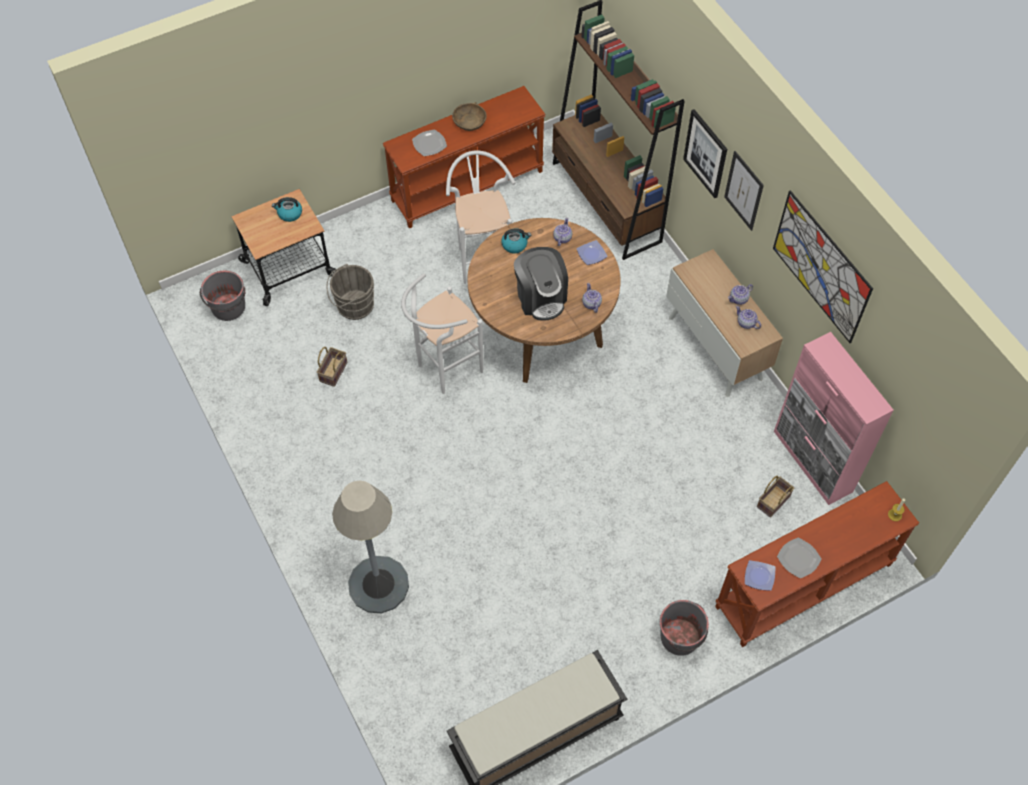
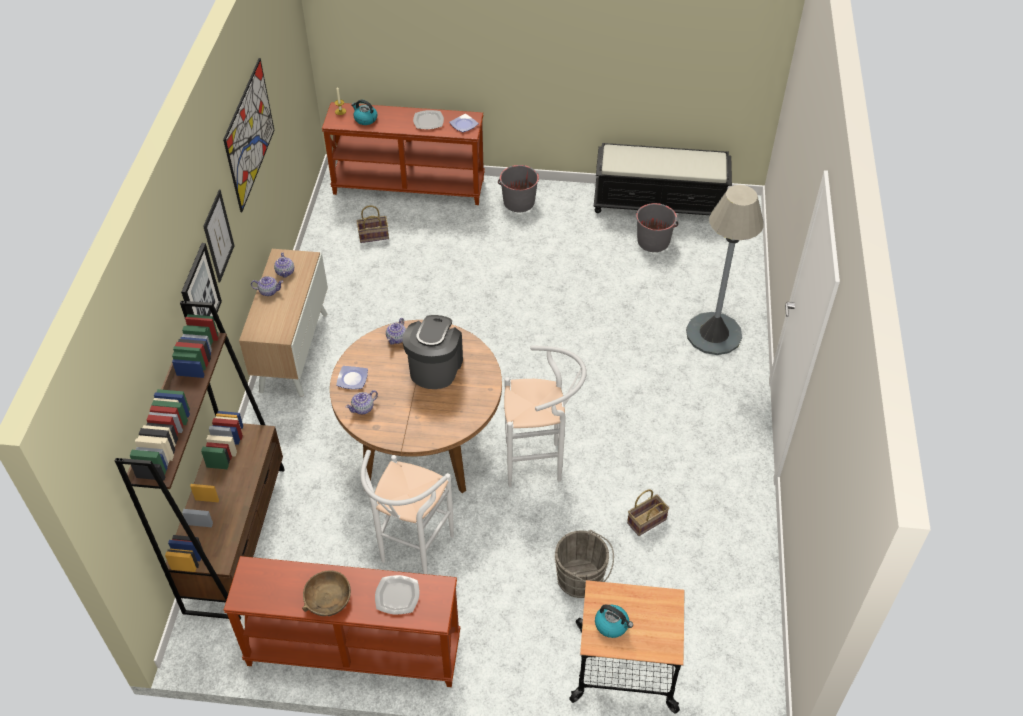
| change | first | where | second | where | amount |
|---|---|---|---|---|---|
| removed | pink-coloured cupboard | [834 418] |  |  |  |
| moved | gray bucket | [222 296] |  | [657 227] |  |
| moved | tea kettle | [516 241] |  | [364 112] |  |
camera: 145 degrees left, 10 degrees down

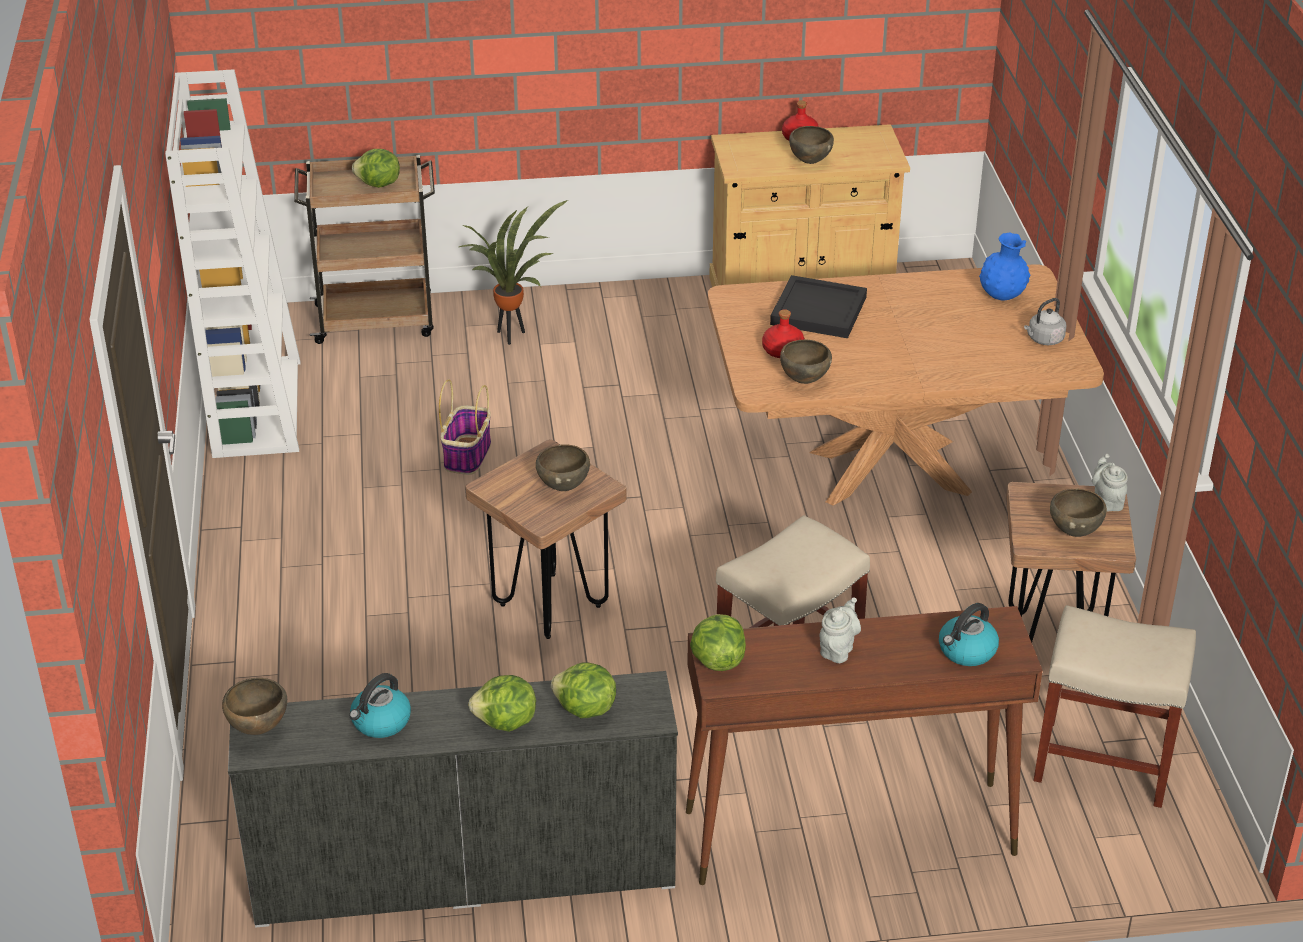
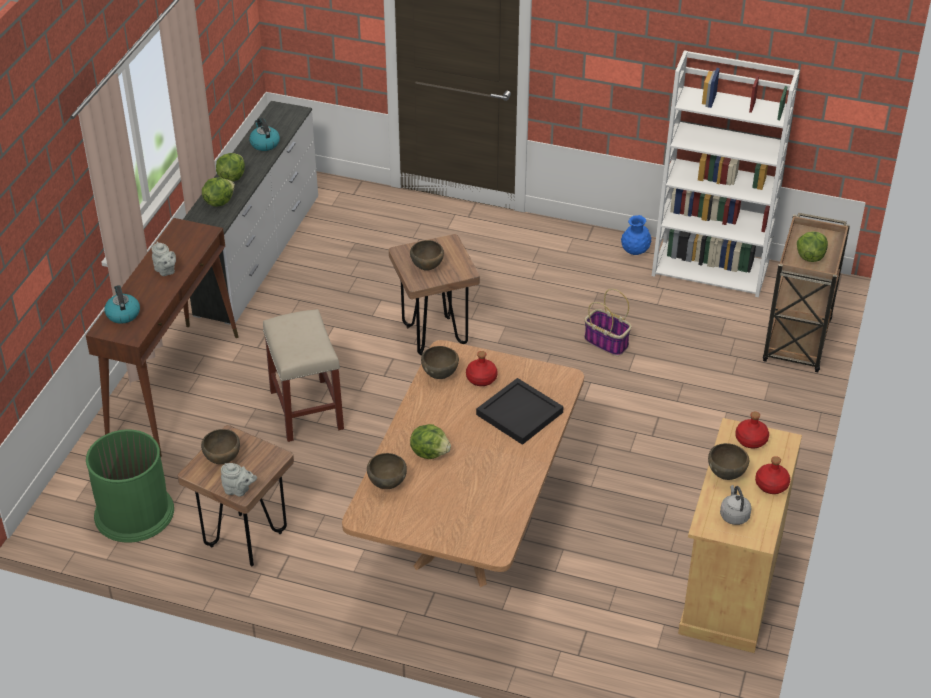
| change | first | where | second | where | amount |
|---|---|---|---|---|---|
| removed | plant in a pot | [513 272] |  |  |  |
| added |  |  | reddish bottle | [752 430] |  |
| moved | brownish deep dish | [254 706] |  | [387 471] |  |
| moved | head of lettuce | [718 642] |  | [430 441] |  |
| moved | blue decorative vase | [1004 266] |  | [636 235] |  |
| moved | gray tea kettle | [1045 321] |  | [736 505] |  |
| replaced | beige-coloured stool seat | [1114 706] | greenish waste bin | [130 486] |  |
camera: 115 degrees right, 5 degrees up

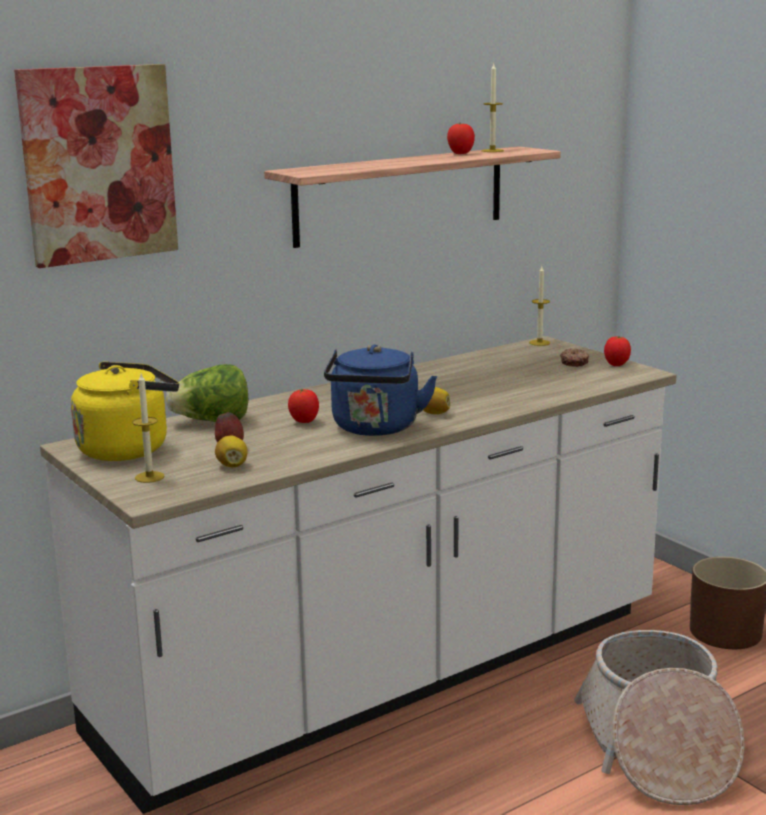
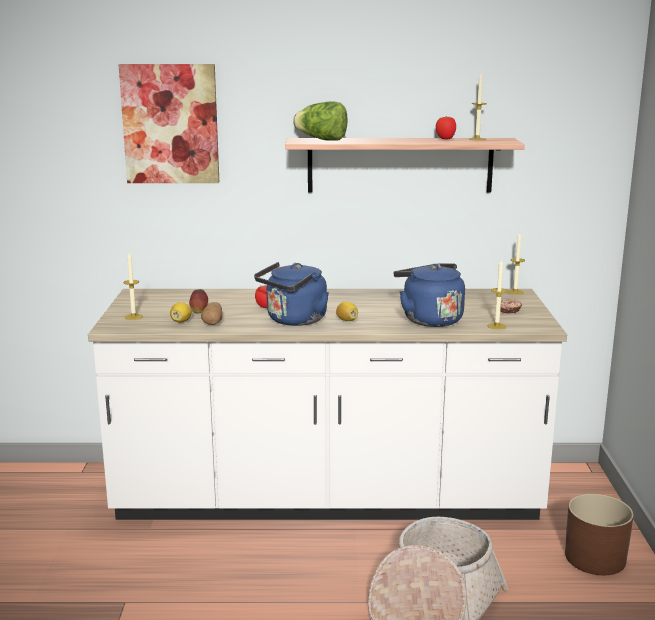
| change | first | where | second | where | amount |
|---|---|---|---|---|---|
| removed | yellow tea kettle | [125 411] |  |  |  |
| removed | fresh tomato | [617 351] |  |  |  |
| added |  |  | whole potato | [211 313] |  |
| added |  |  | blue tea kettle | [429 295] |  |
| added |  |  | wax light | [497 294] |  |
| moved | head of lettuce | [207 393] |  | [320 121] |  |
camera: 35 degrees right, 0 degrees up

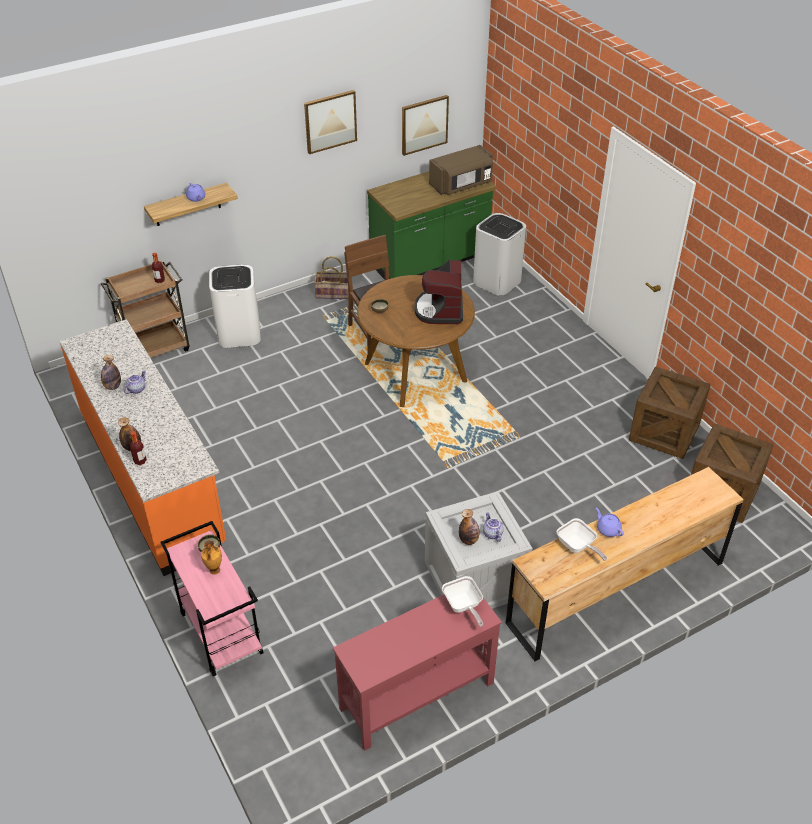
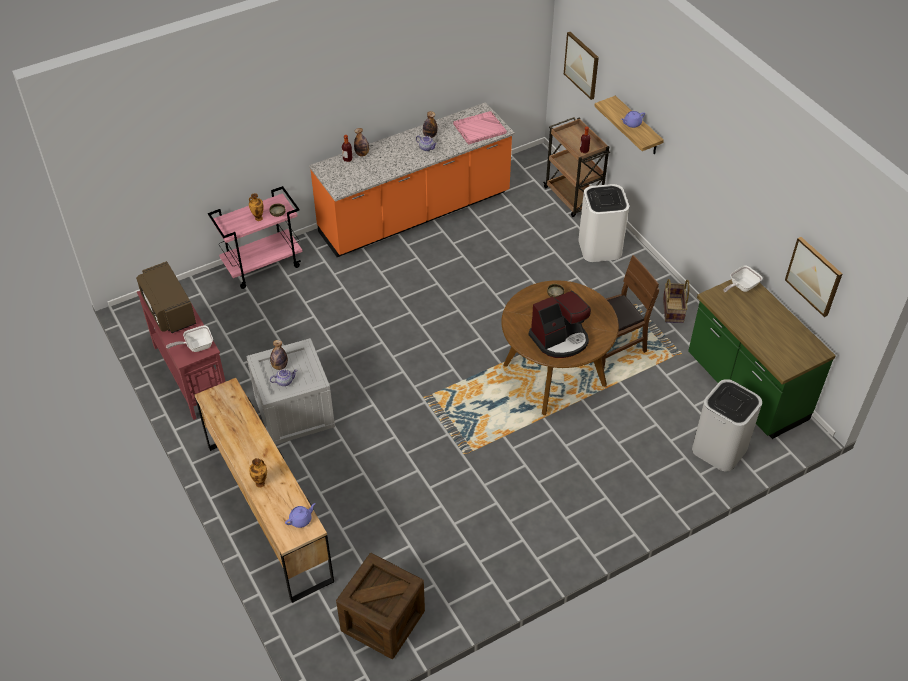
| change | first | where | second | where | amount |
|---|---|---|---|---|---|
| removed | shipping crate | [669 413] |  |  |  |
| added |  |  | decorative vase | [258 473] |  |
| added |  |  | pink-coloured tray | [480 128] |  |
| moved | wall art | [330 122] |  | [581 66] |  |
| moved | brownish microwave oven | [461 170] |  | [166 297] |  |
| moved | frying pan | [581 539] |  | [743 279] |  |
| moved | purplish pot for tea | [610 522] |  | [300 515] |  |
| turned | coffee maker | [438 291] |  | [560 324] | 150 degrees clockwise |
camera: 90 degrees right, 5 degrees up

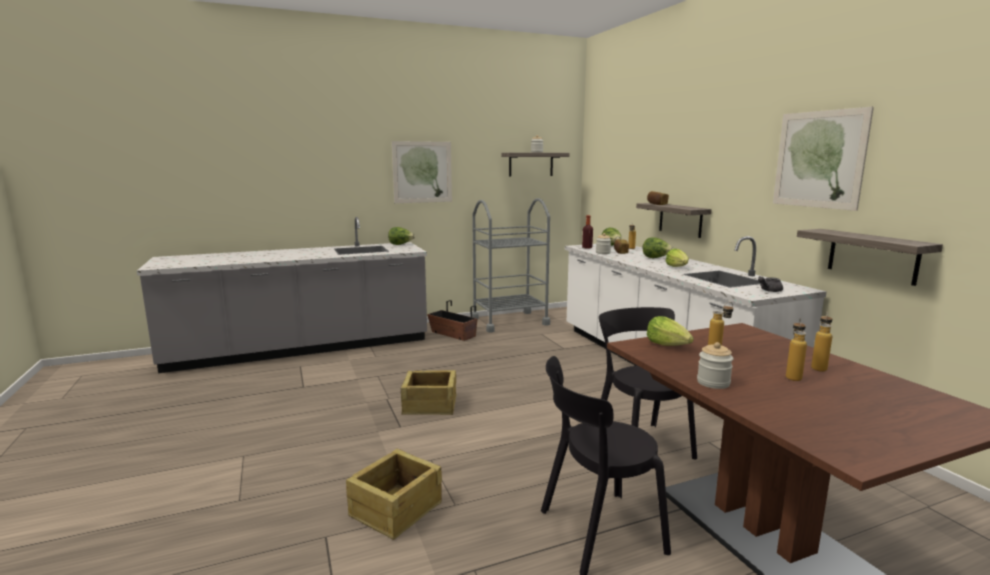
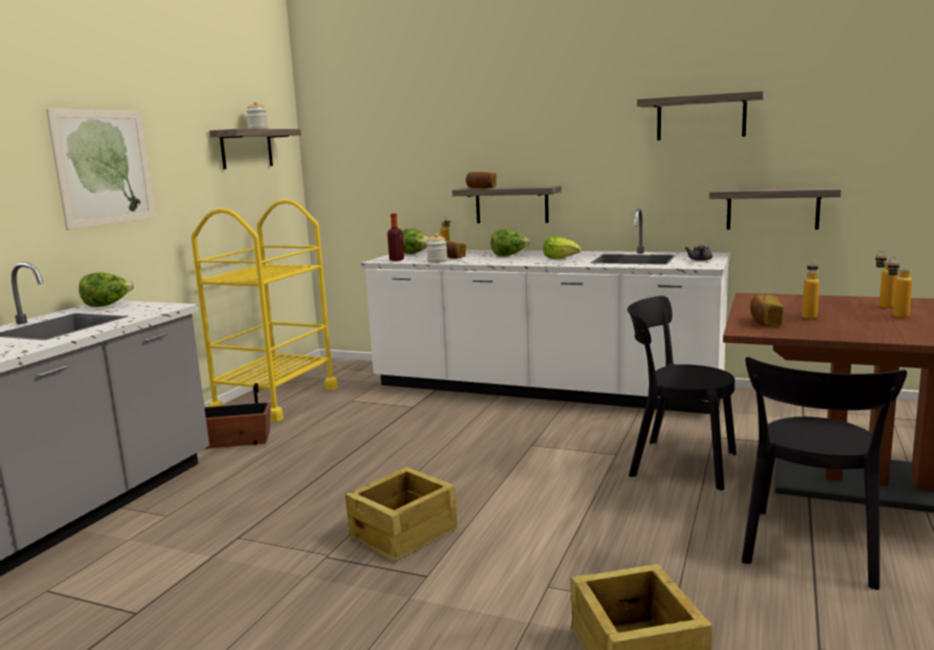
| change | first | where | second | where | amount |
|---|---|---|---|---|---|
| removed | preserve jar | [715 365] |  |  |  |
| replaced | head of lettuce | [670 331] | bakery bread | [767 310] |  |
| replaced | wall art | [823 159] | wall shelf | [700 115] |  |
| recoloured | gray wheeled cart | [511 265] | yellow wheeled cart | [264 310] |  |
camera: 45 degrees left, 0 degrees up

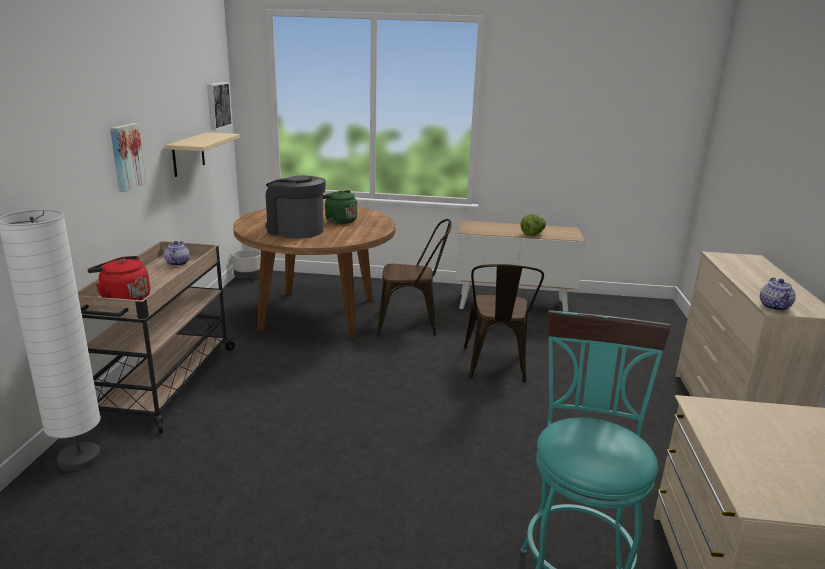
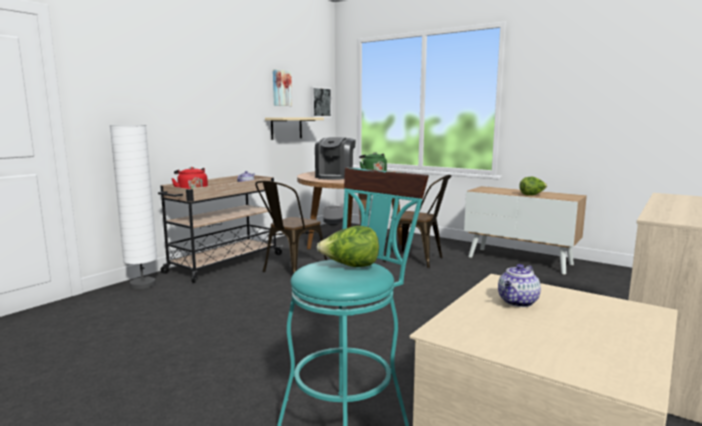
| change | first | where | second | where | amount |
|---|---|---|---|---|---|
| added |  |  | head of lettuce | [347 246] |  |
| moved | wall art | [128 157] |  | [282 87] |  |
| moved | brownish plain chair | [504 323] |  | [291 227] |  |
| moved | pot for tea | [778 294] |  | [519 285] |  |
| turned | coffee maker | [295 207] |  | [335 158] | 135 degrees counterclockwise |
camera: 30 degrees right, 10 degrees down

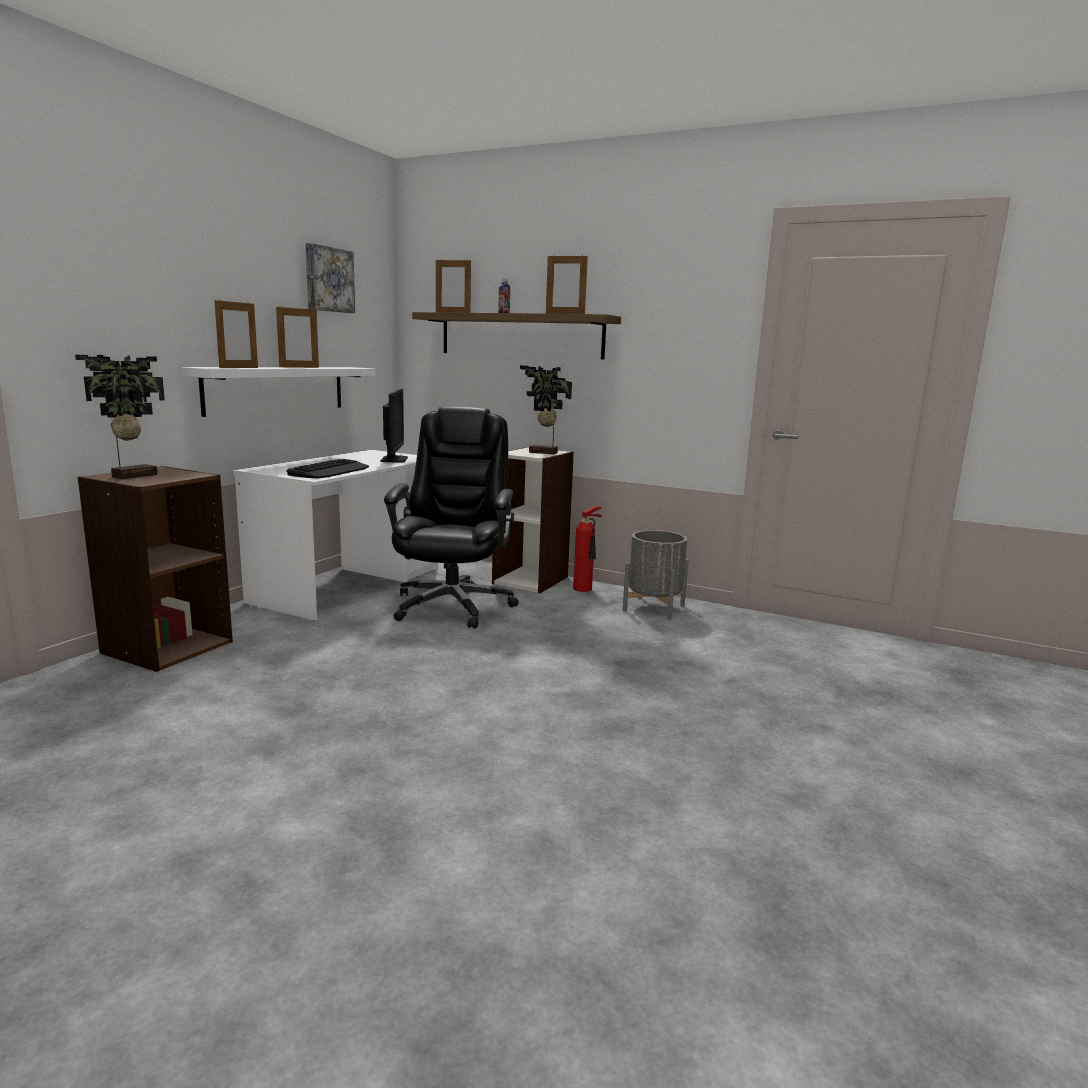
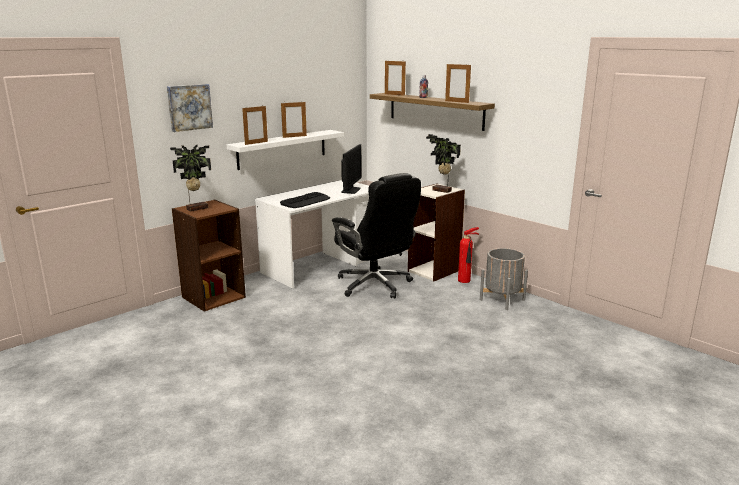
| change | first | where | second | where | amount |
|---|---|---|---|---|---|
| moved | wall art | [330 278] |  | [190 108] |  |
| turned | black-coloured computer chair | [451 517] |  | [376 236] | 120 degrees clockwise |
camera: 20 degrees right, 5 degrees up

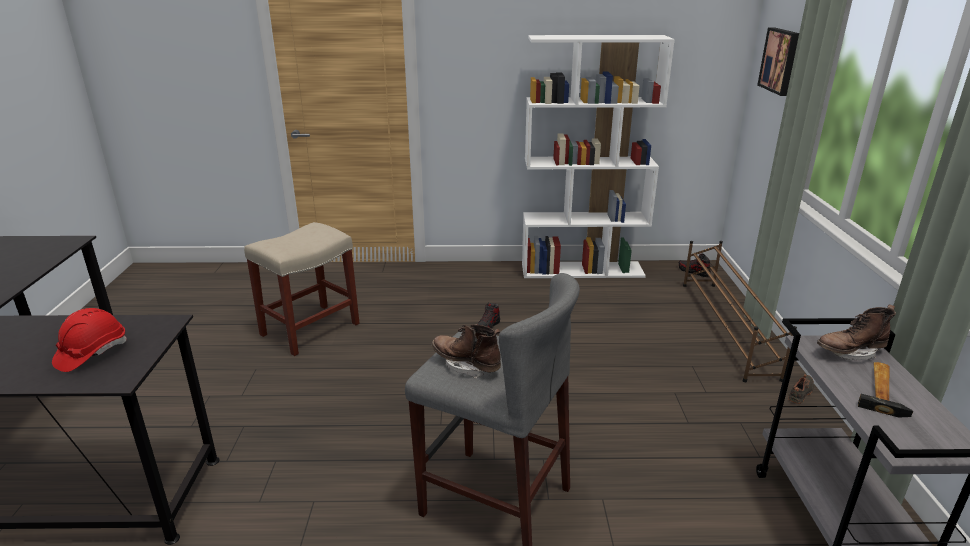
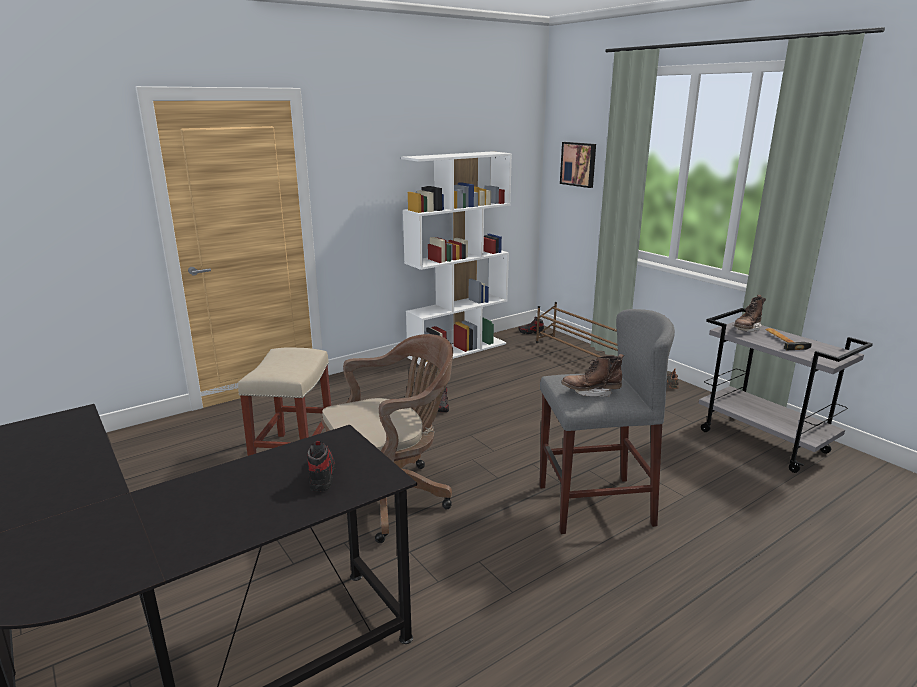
| change | first | where | second | where | amount |
|---|---|---|---|---|---|
| added |  |  | brownish computer chair | [387 438] |  |
| replaced | reddish hard hat | [89 340] | item of footwear | [321 466] |  |
camera: 35 degrees left, 5 degrees down

